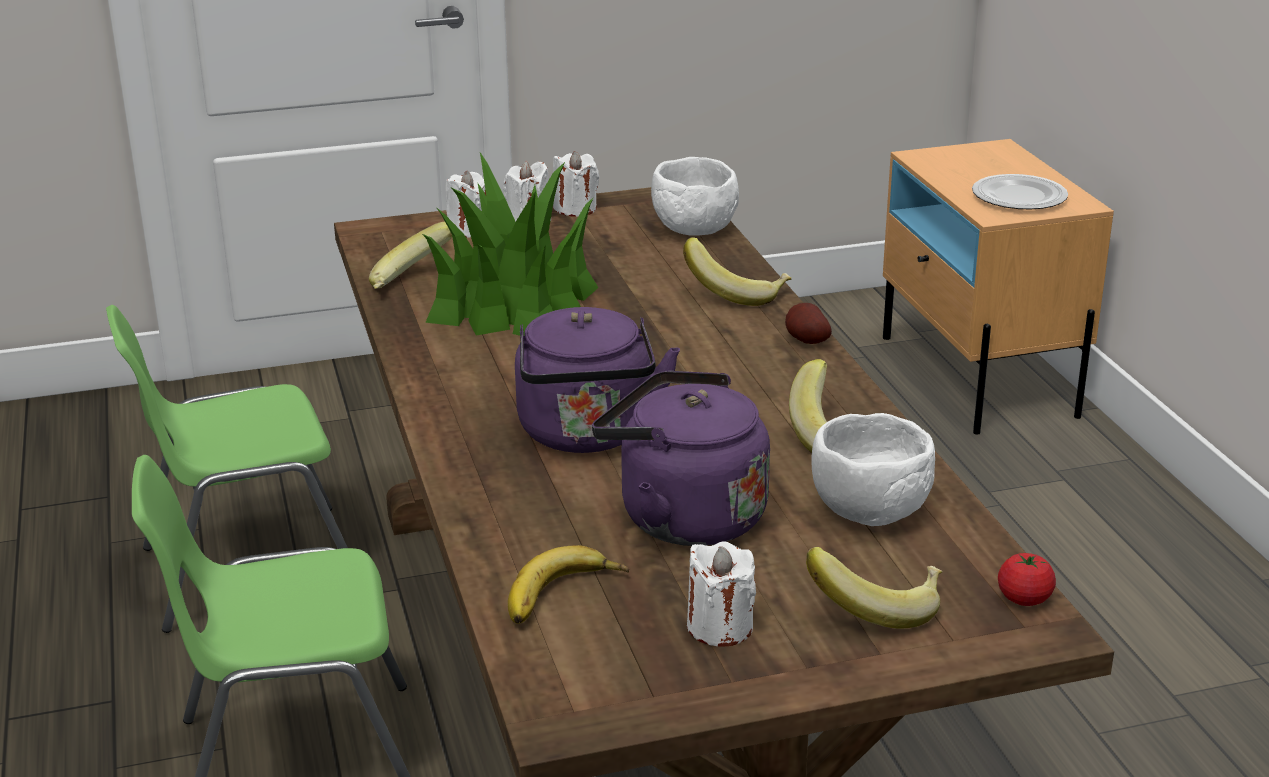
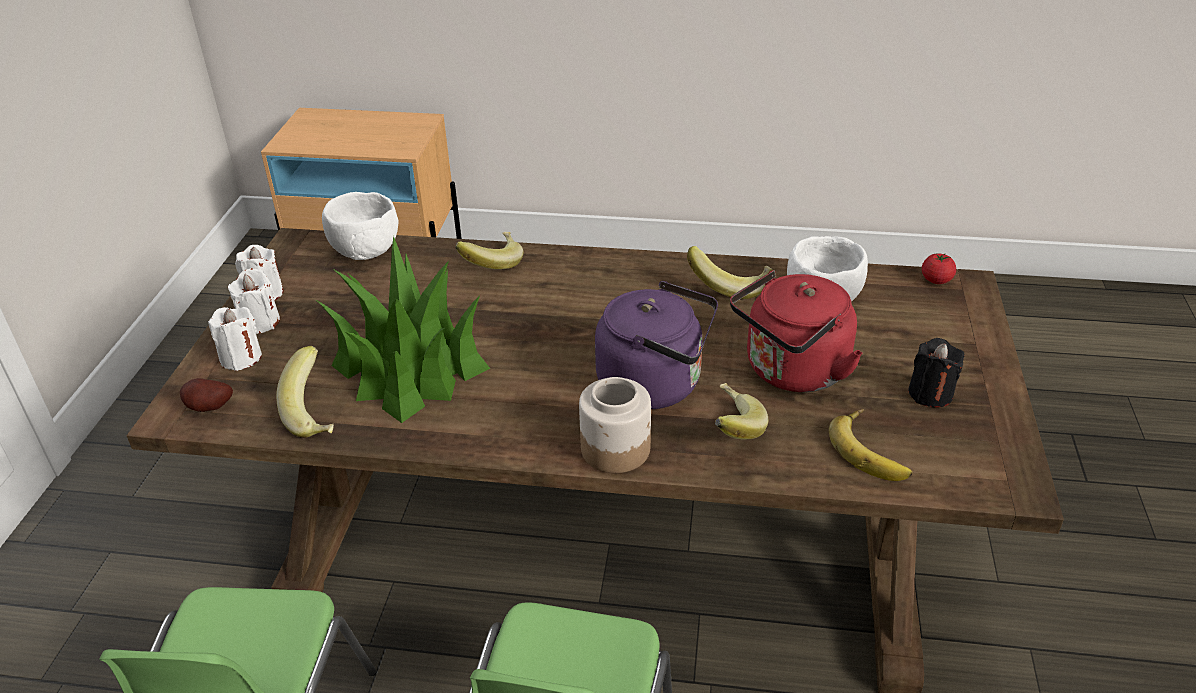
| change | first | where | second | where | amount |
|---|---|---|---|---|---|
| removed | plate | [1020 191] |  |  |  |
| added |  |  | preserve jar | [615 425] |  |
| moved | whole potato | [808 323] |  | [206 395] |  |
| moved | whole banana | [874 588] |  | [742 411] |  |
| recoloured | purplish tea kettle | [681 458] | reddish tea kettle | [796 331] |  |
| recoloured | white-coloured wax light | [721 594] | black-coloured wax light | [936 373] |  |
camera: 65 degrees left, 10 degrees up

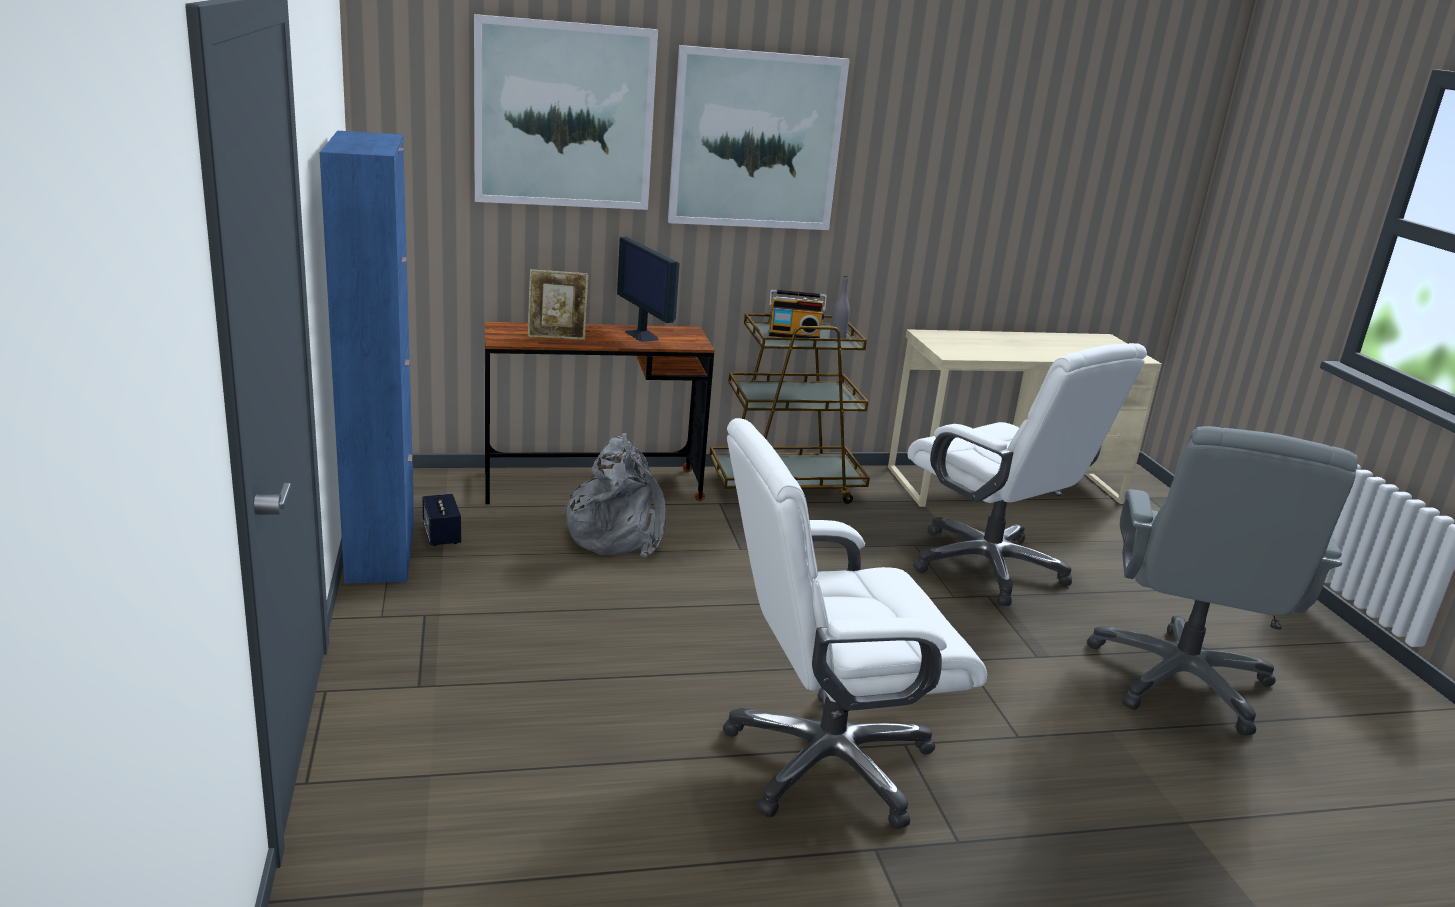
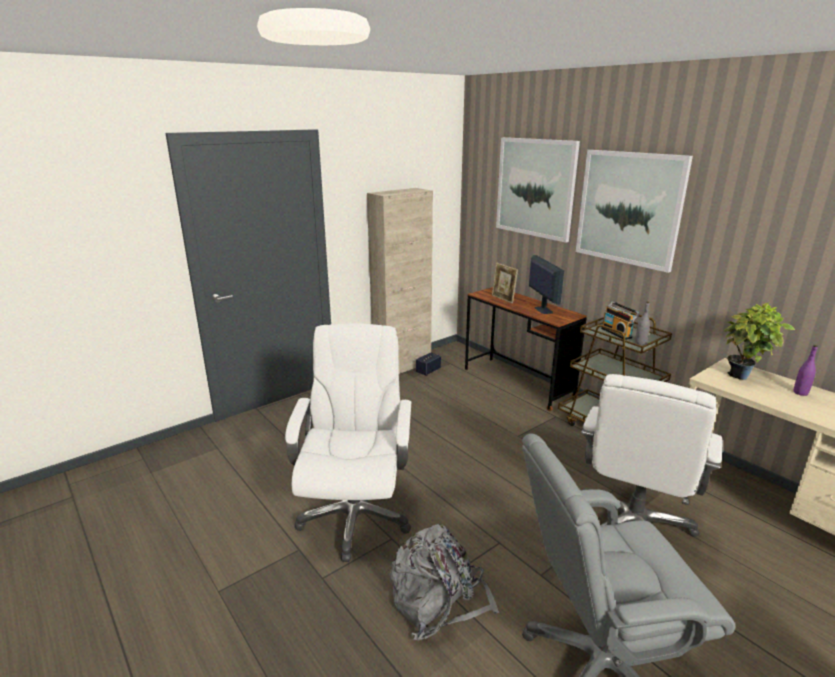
| change | first | where | second | where | amount |
|---|---|---|---|---|---|
| added |  |  | plant in a pot | [760 341] |  |
| added |  |  | purplish bottle | [806 370] |  |
| moved | gray knapsack | [614 495] |  | [444 582] |  |
| recoloured | blue cupboard | [367 357] | beige-coloured cupboard | [400 281] |  |
| turned | monitor | [648 289] |  | [546 284] | 135 degrees clockwise |
| turned | white-coloured computer chair | [855 623] |  | [348 442] | 45 degrees clockwise |
camera: 65 degrees right, 0 degrees up

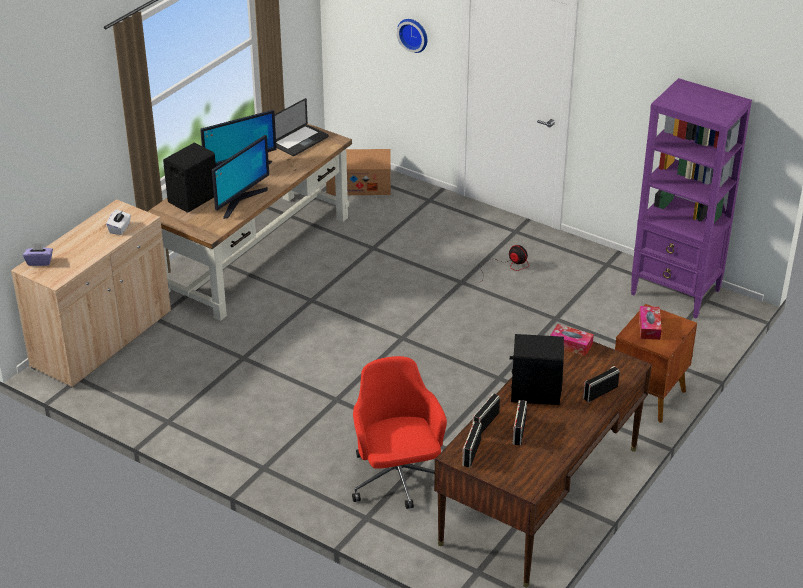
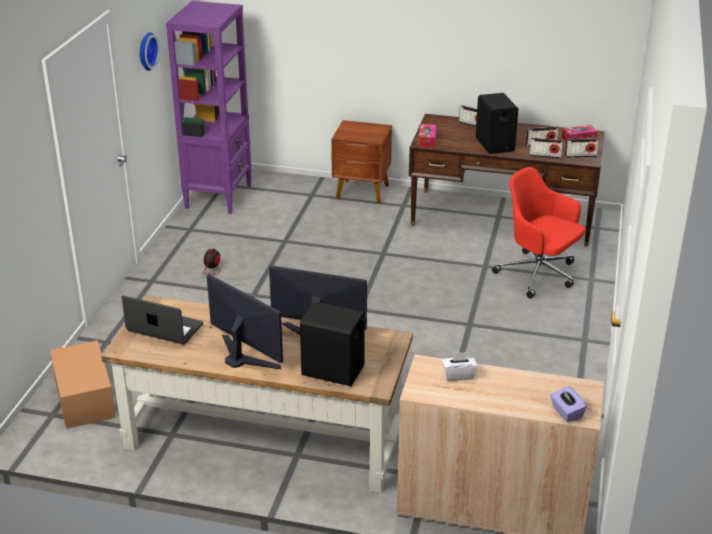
| change | first | where | second | where | amount |
|---|---|---|---|---|---|
| moved | wall clock | [412 36] |  | [150 51] |  |
| moved | tissue holder | [650 323] |  | [579 133] |  |
| turned | reddish computer chair | [399 432] |  | [538 232] | 75 degrees clockwise |
camera: 110 degrees left, 5 degrees down

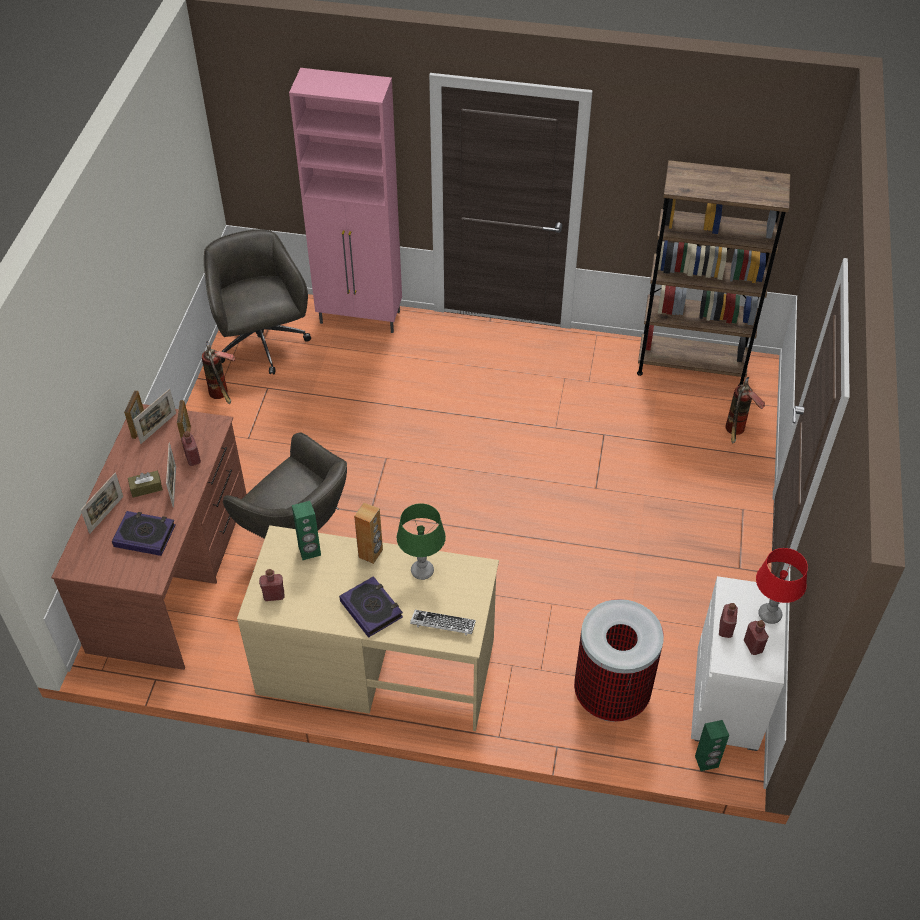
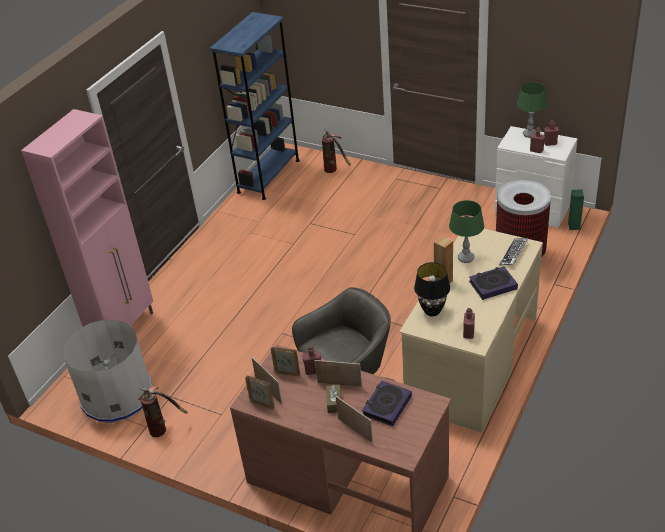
| change | first | where | second | where | amount |
|---|---|---|---|---|---|
| replaced | gray computer chair | [257 302] | gray waste bin | [107 371] |  |
| replaced | greenish audio speaker | [306 530] | black-coloured table lamp | [432 289] |  |
| recoloured | brownish shelving unit | [713 273] | blue shelving unit | [255 106] |  |
| recoloured | reddish table lamp | [782 586] | greenish table lamp | [532 110] |  |
camera: 70 degrees left, 10 degrees down

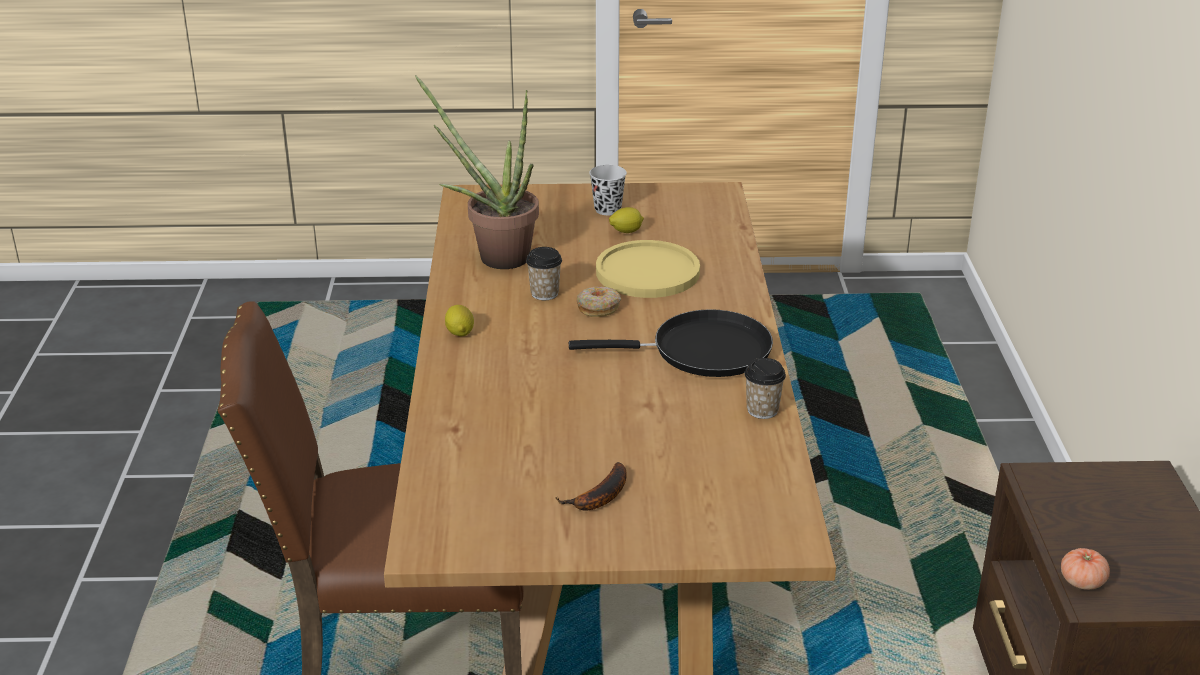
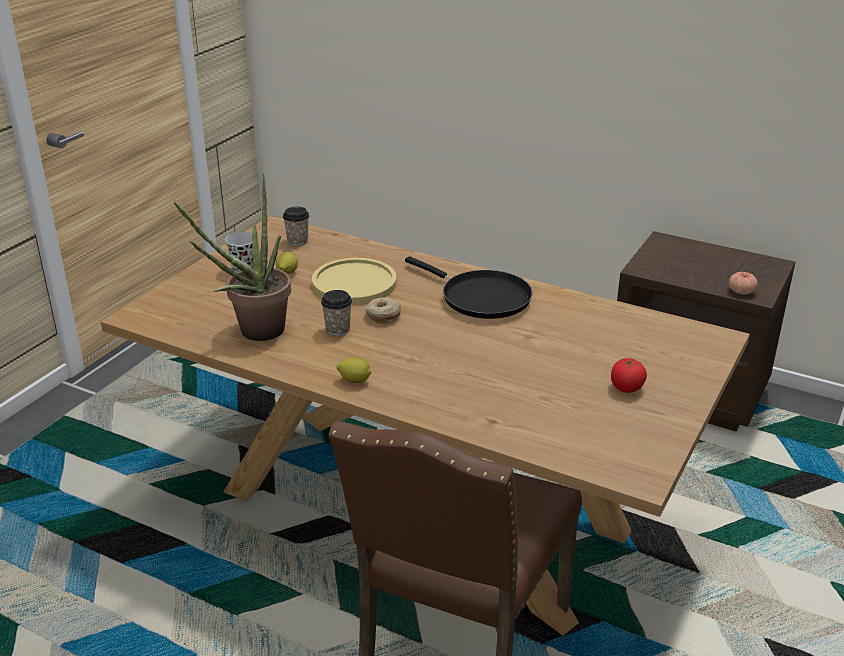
| change | first | where | second | where | amount |
|---|---|---|---|---|---|
| moved | drinking cup | [765 388] |  | [296 226] |  |
| replaced | whole banana | [591 486] | fresh tomato | [629 375] |  |
| turned | black-coloured frying pan | [671 343] |  | [469 288] | 105 degrees clockwise |
camera: 60 degrees left, 0 degrees up

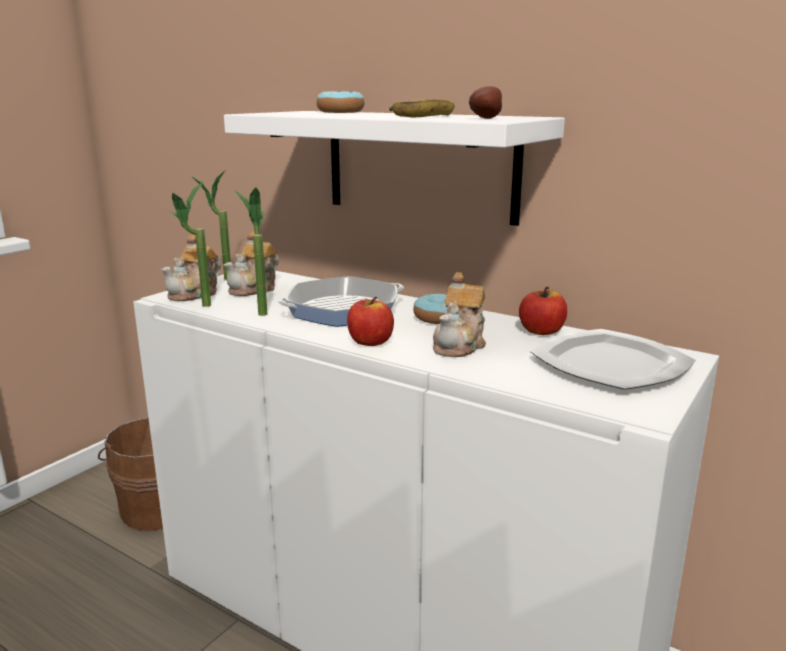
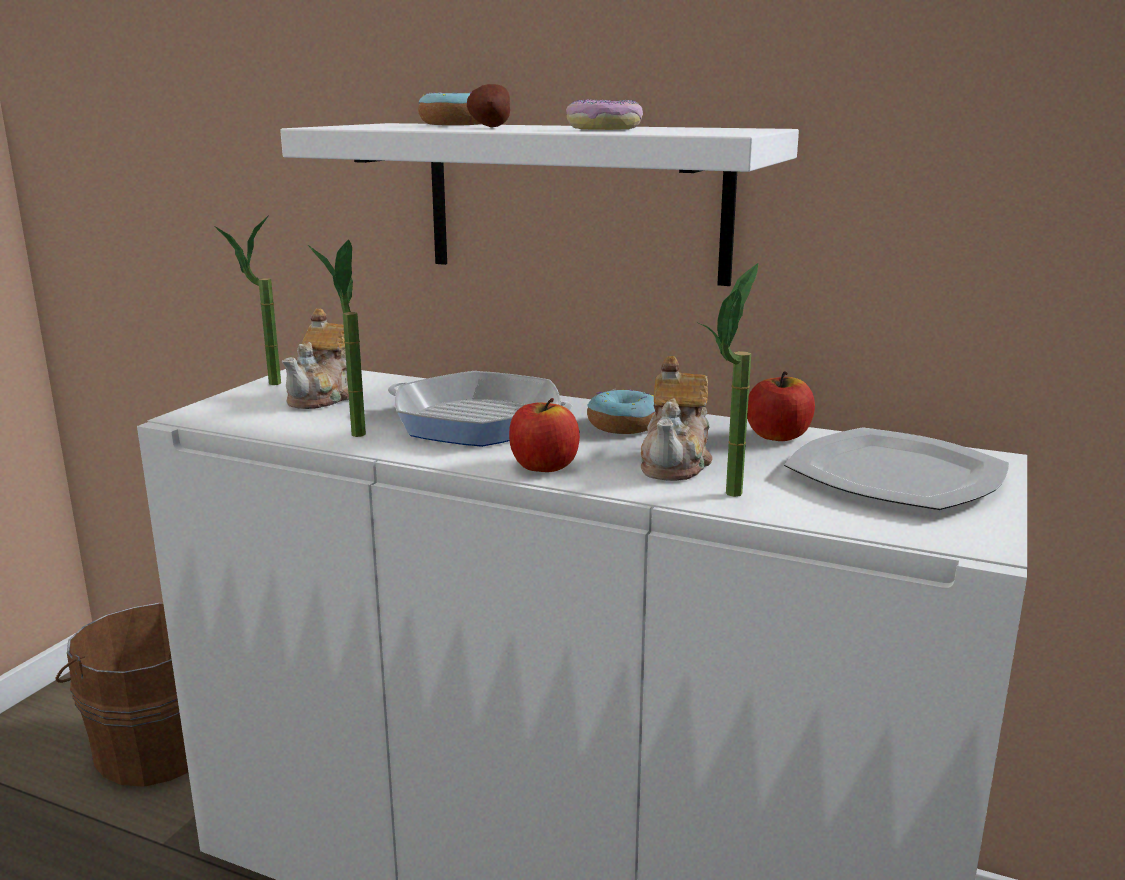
| change | first | where | second | where | amount |
|---|---|---|---|---|---|
| removed | pot for tea | [191 268] |  |  |  |
| moved | plant in a pot | [190 244] |  | [728 380] |  |
| moved | whole potato | [485 102] |  | [488 105] |  |
| replaced | whole banana | [422 107] | ring doughnut | [604 114] |  |
| turned | frying pan | [341 301] |  | [480 409] | 60 degrees clockwise |
camera: 10 degrees left, 0 degrees up

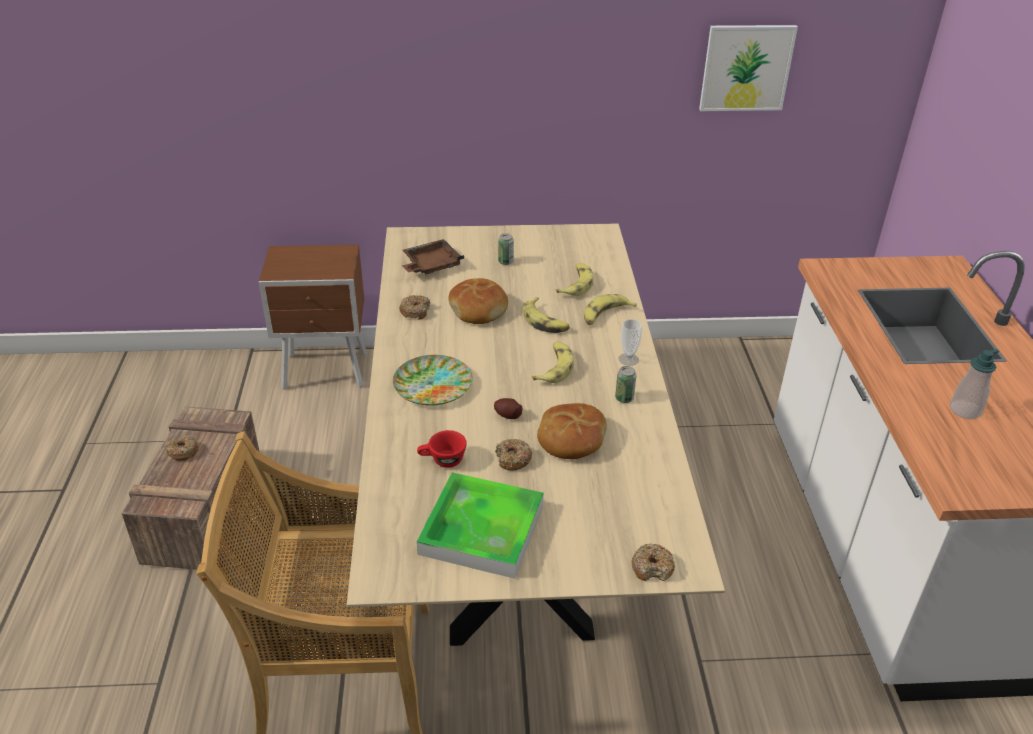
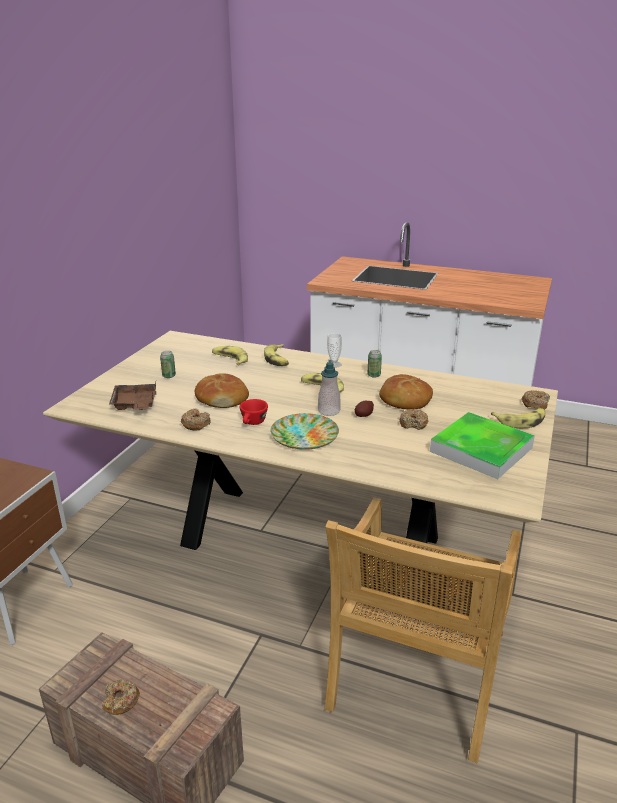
| change | first | where | second | where | amount |
|---|---|---|---|---|---|
| removed | wall art | [748 68] |  |  |  |
| moved | reddish drinking cup | [442 449] |  | [254 412] |  |
| moved | whole banana | [546 315] |  | [518 418] |  |
| moved | soap bottle | [974 384] |  | [329 388] |  |
camera: 65 degrees left, 10 degrees down

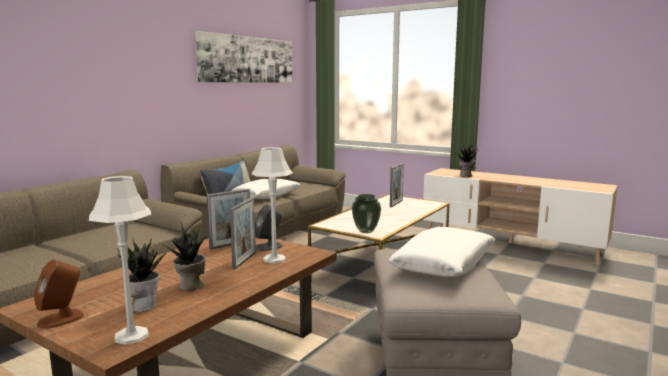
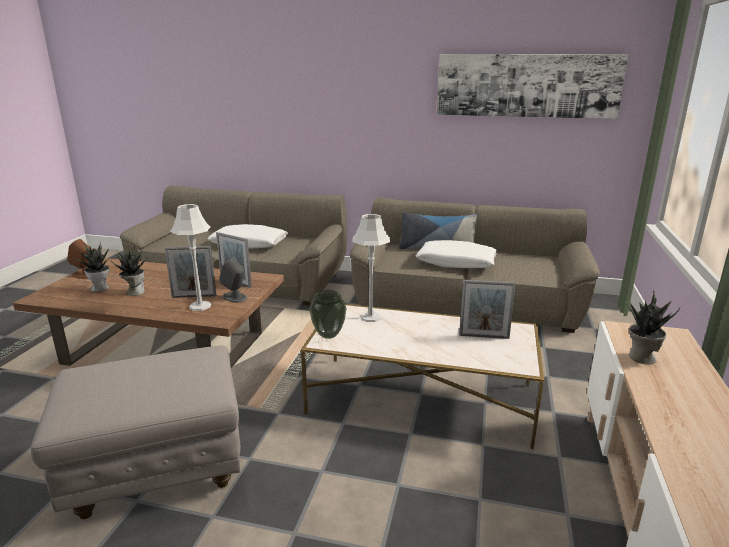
| change | first | where | second | where | amount |
|---|---|---|---|---|---|
| moved | gray table lamp | [120 260] |  | [371 268] |  |
| moved | white-coloured cushion | [442 252] |  | [247 236] |  |
camera: 70 degrees right, 10 degrees up

